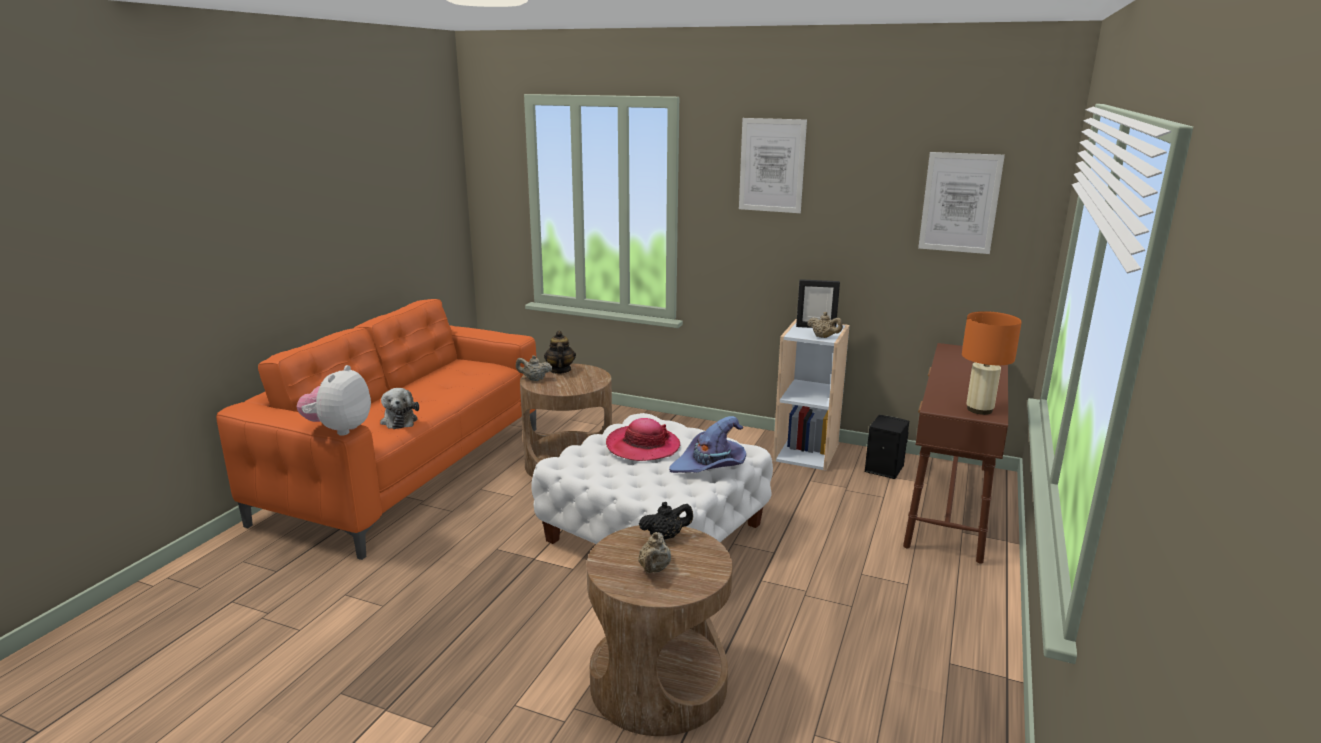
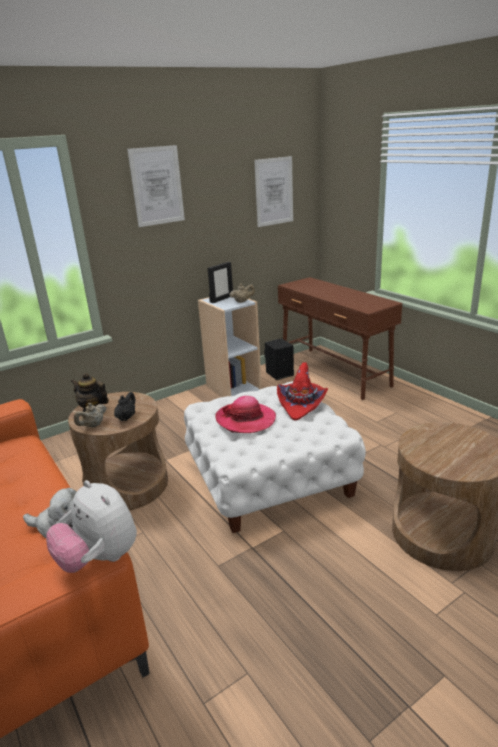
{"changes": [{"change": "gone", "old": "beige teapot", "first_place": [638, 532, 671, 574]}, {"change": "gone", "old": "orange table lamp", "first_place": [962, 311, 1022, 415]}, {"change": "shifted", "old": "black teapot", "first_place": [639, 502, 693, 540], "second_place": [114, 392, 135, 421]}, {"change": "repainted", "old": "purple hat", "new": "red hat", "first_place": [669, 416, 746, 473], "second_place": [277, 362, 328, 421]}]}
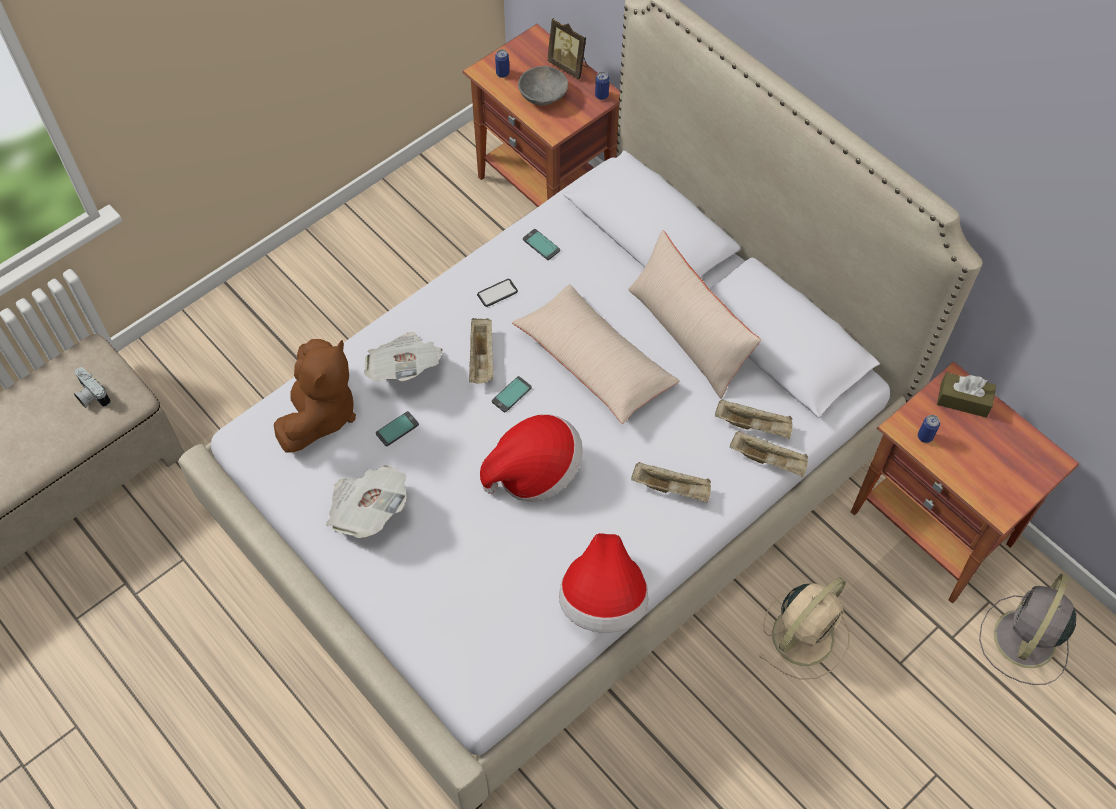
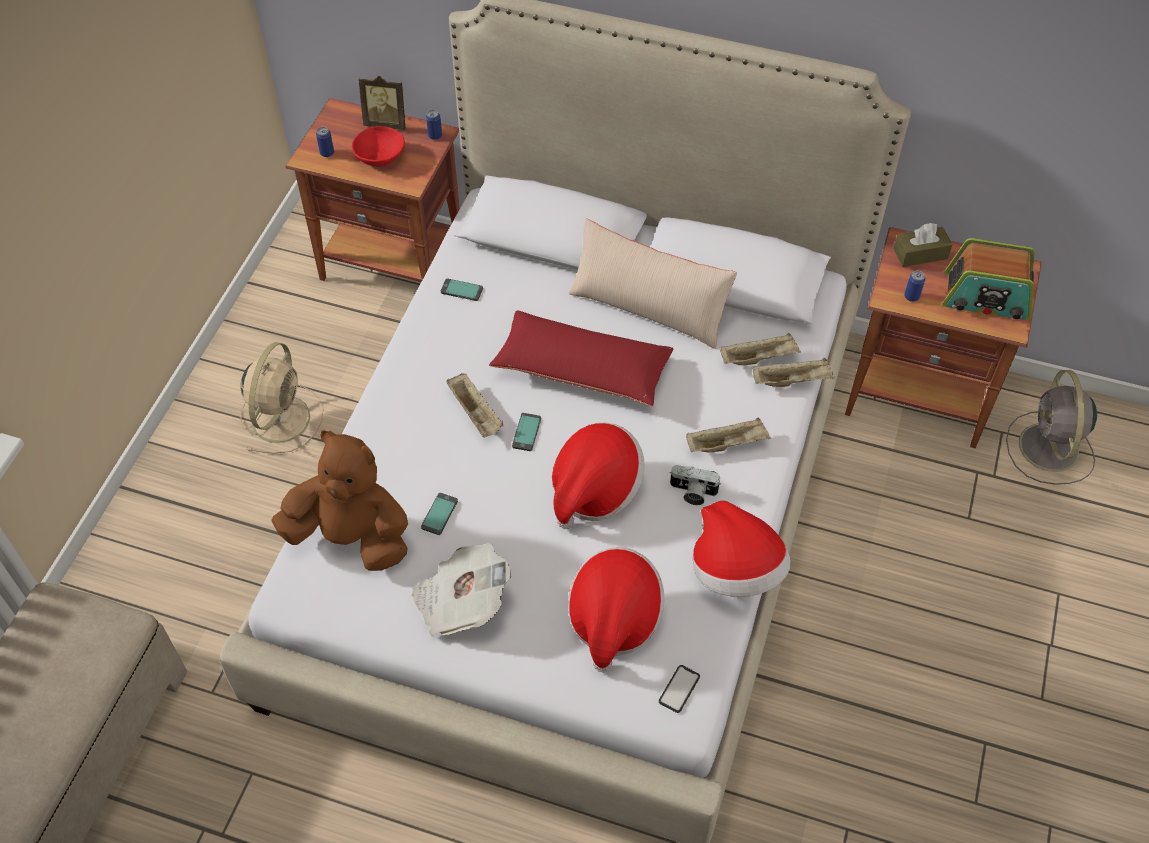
{"changes": [{"change": "gone", "old": "newspaper", "first_place": [364, 332, 443, 382]}, {"change": "new", "new": "hat", "second_place": [568, 547, 665, 672]}, {"change": "new", "new": "radio", "second_place": [942, 238, 1035, 320]}, {"change": "shifted", "old": "photo camera", "first_place": [74, 367, 111, 408], "second_place": [669, 465, 721, 505]}, {"change": "shifted", "old": "phone", "first_place": [477, 279, 518, 307], "second_place": [659, 665, 700, 713]}, {"change": "shifted", "old": "beige fan", "first_place": [759, 577, 850, 680], "second_place": [240, 342, 324, 454]}, {"change": "repainted", "old": "beige pillow", "new": "red pillow", "first_place": [512, 284, 680, 424], "second_place": [489, 310, 673, 406]}, {"change": "repainted", "old": "grey bowl", "new": "red bowl", "first_place": [518, 66, 568, 106], "second_place": [352, 126, 405, 166]}, {"change": "rotated", "old": "brown plush toy", "first_place": [274, 339, 356, 453], "second_place": [271, 430, 408, 571], "degrees": -60}]}
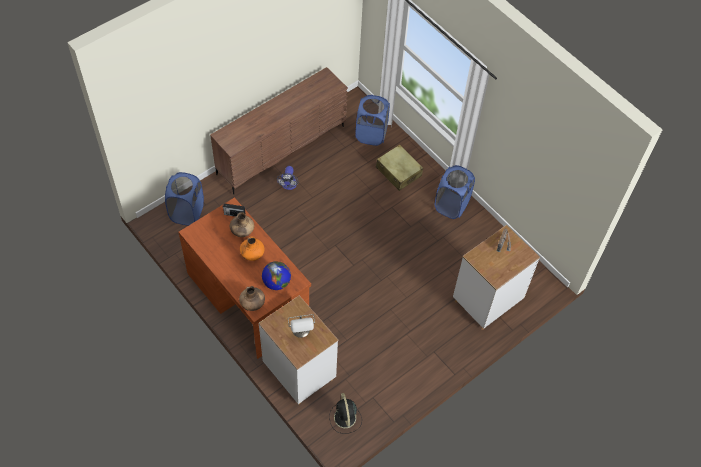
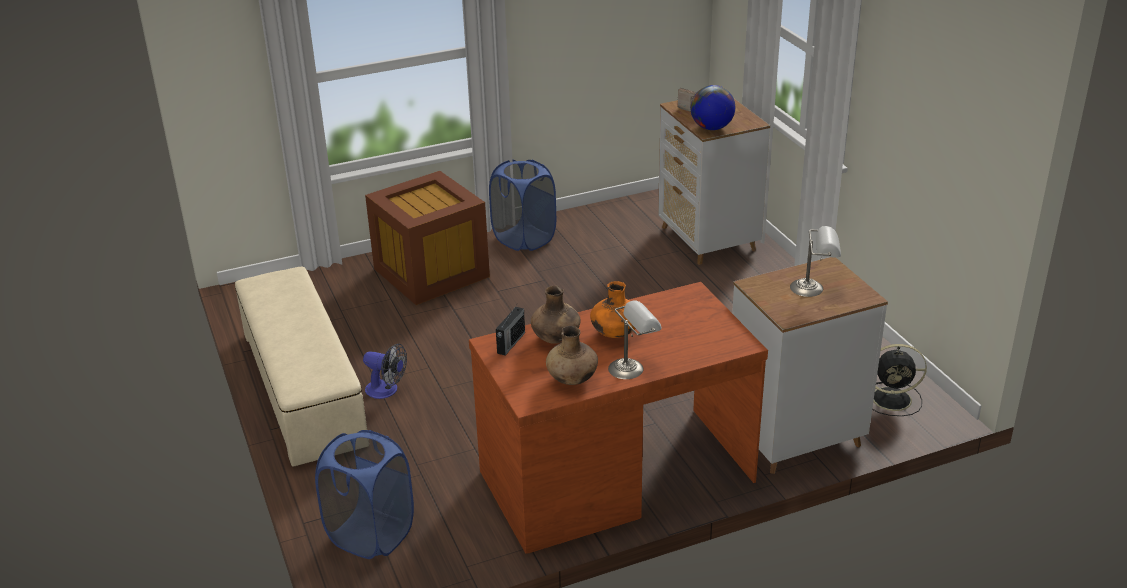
{"changes": [{"change": "gone", "old": "blue laundry basket", "first_place": [355, 95, 390, 146]}, {"change": "new", "new": "white table lamp", "second_place": [608, 301, 662, 379]}, {"change": "shifted", "old": "brown vase", "first_place": [239, 286, 265, 311], "second_place": [546, 326, 598, 385]}, {"change": "shifted", "old": "globe", "first_place": [262, 261, 291, 290], "second_place": [691, 85, 735, 130]}, {"change": "swapped", "old": "brown dresser", "new": "beige bench", "first_place": [210, 67, 348, 194], "second_place": [235, 267, 367, 467]}, {"change": "swapped", "old": "beige suitcase", "new": "brown storage box", "first_place": [376, 144, 423, 191], "second_place": [365, 171, 490, 305]}]}
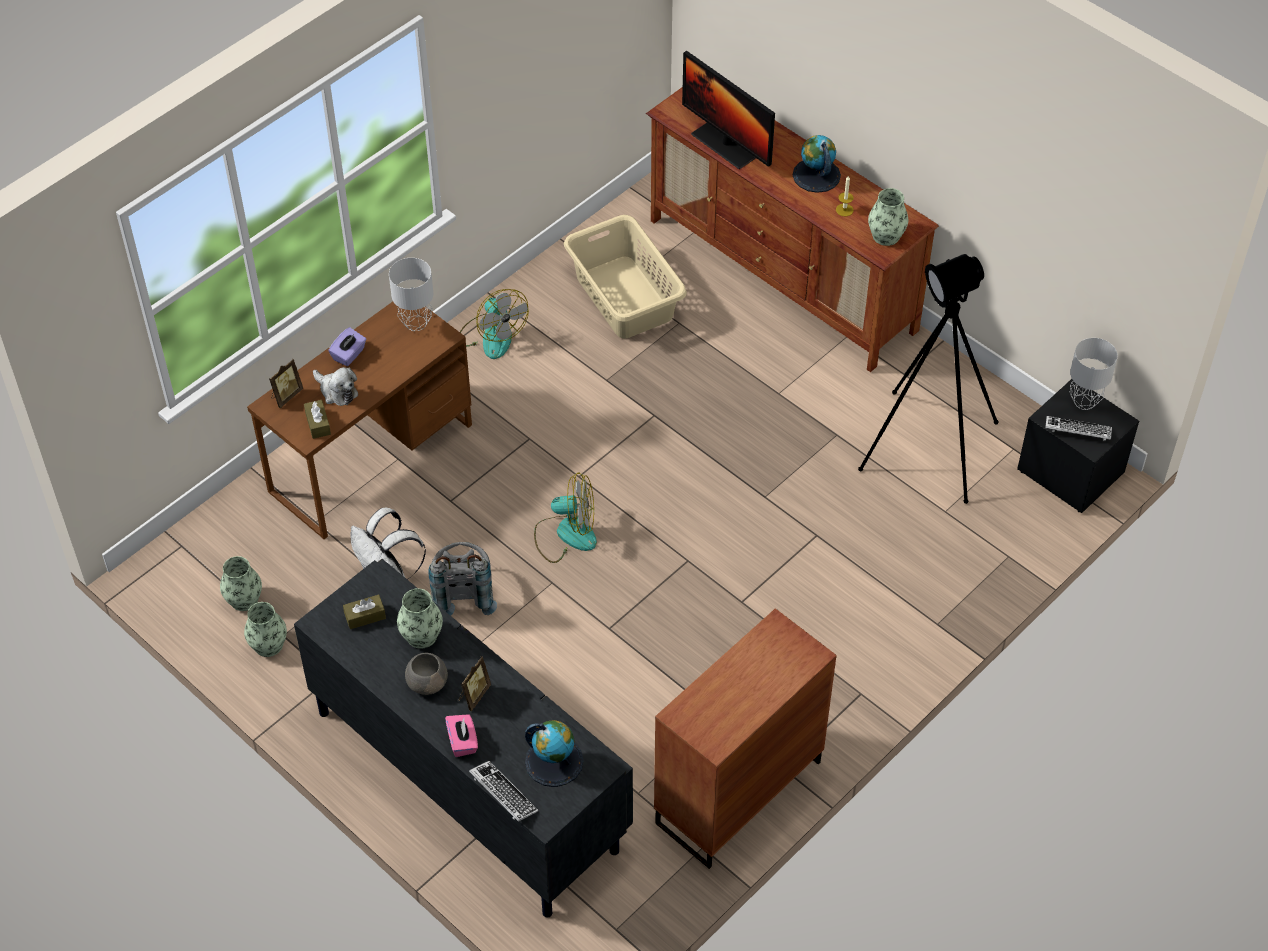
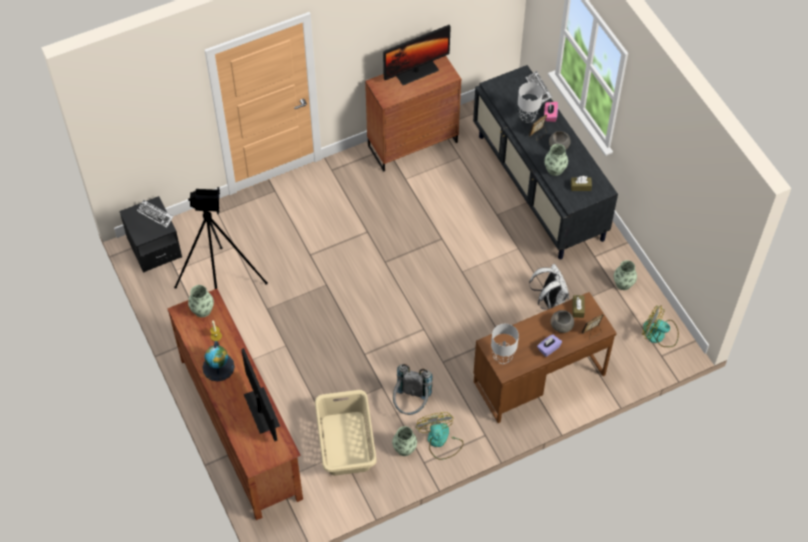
{"changes": [{"change": "gone", "old": "globe", "first_place": [525, 720, 584, 787]}, {"change": "new", "new": "monitor", "second_place": [383, 25, 451, 85]}, {"change": "shifted", "old": "vase", "first_place": [220, 556, 262, 611], "second_place": [392, 426, 417, 456]}, {"change": "shifted", "old": "grey backpack", "first_place": [428, 542, 497, 616], "second_place": [393, 364, 433, 415]}, {"change": "shifted", "old": "fan", "first_place": [534, 473, 597, 563], "second_place": [642, 305, 679, 347]}, {"change": "shifted", "old": "grey table lamp", "first_place": [1070, 338, 1118, 410], "second_place": [518, 82, 543, 123]}, {"change": "swapped", "old": "plush toy", "new": "grey bowl", "first_place": [313, 367, 358, 406], "second_place": [551, 310, 574, 333]}]}
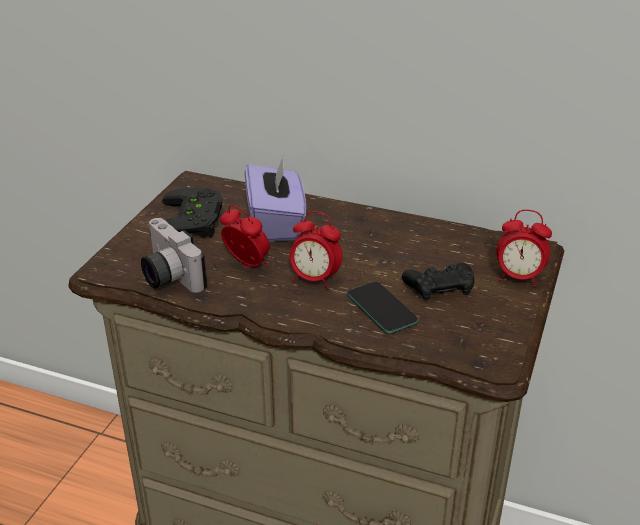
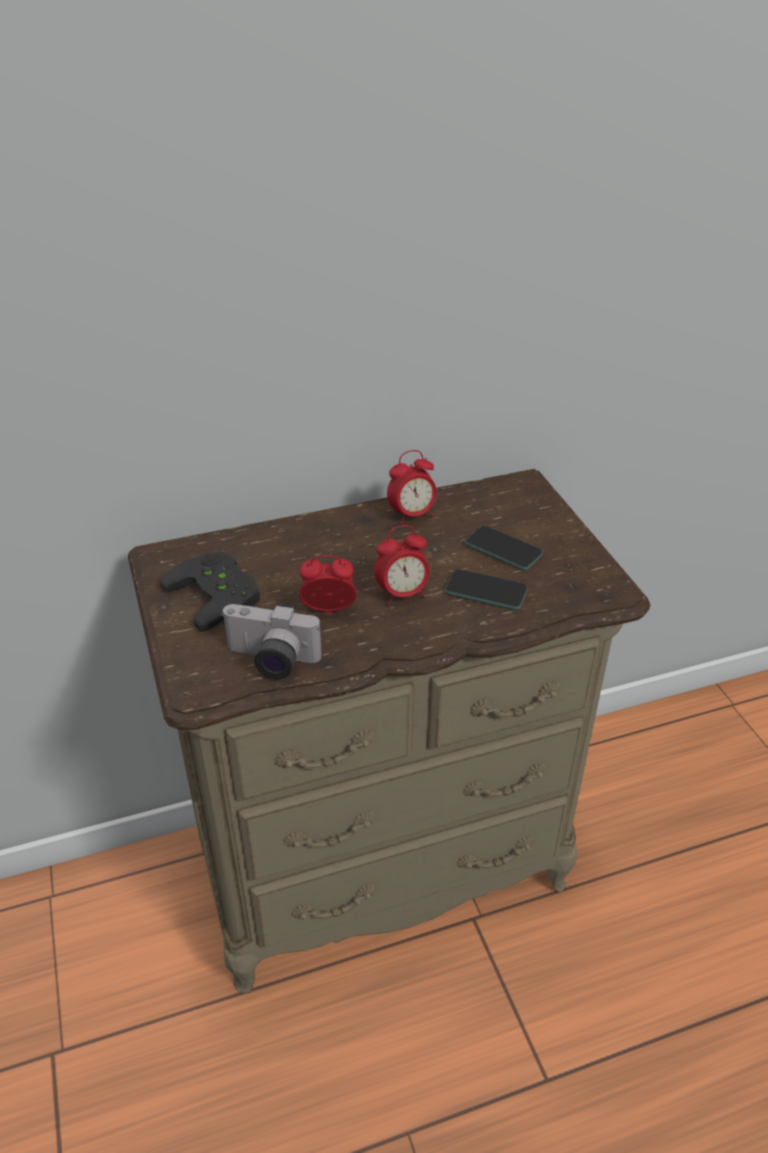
{"changes": [{"change": "gone", "old": "purple tissue box", "first_place": [244, 157, 306, 242]}, {"change": "shifted", "old": "alarm clock", "first_place": [496, 210, 552, 287], "second_place": [387, 450, 437, 524]}, {"change": "swapped", "old": "black game controller", "new": "phone", "first_place": [402, 263, 474, 301], "second_place": [464, 526, 543, 571]}]}
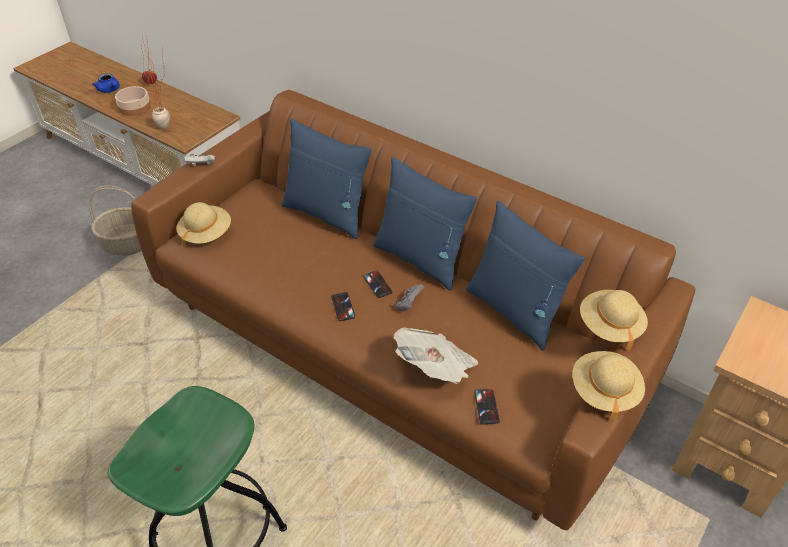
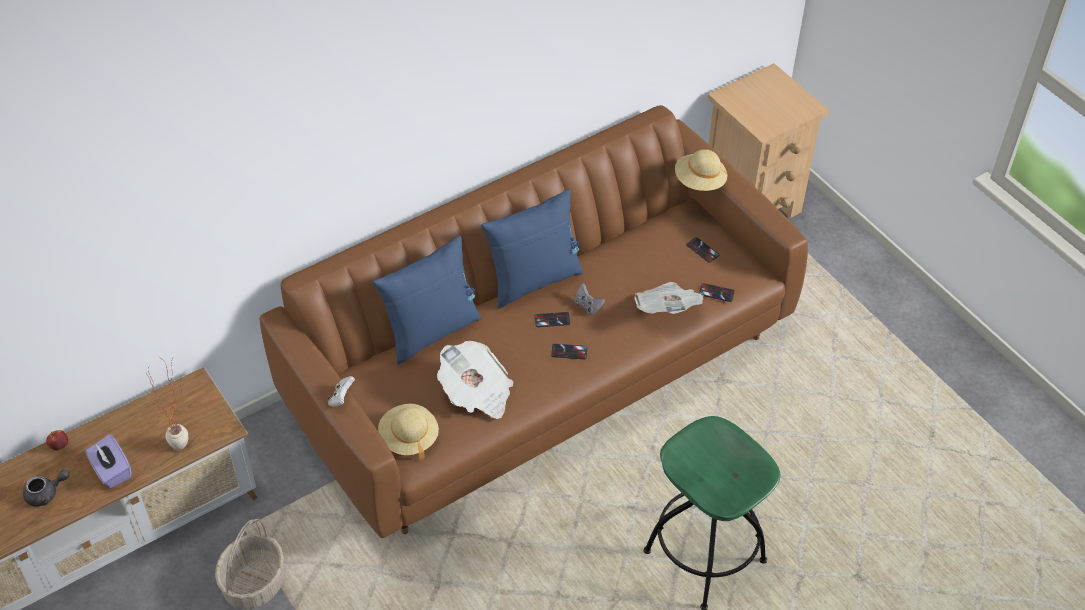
{"changes": [{"change": "gone", "old": "blue pillow", "first_place": [466, 201, 585, 350]}, {"change": "gone", "old": "beige hat", "first_place": [572, 351, 645, 422]}, {"change": "new", "new": "newspaper", "second_place": [437, 341, 514, 419]}, {"change": "new", "new": "phone", "second_place": [686, 237, 719, 263]}, {"change": "swapped", "old": "bowl", "new": "purple tissue box", "first_place": [115, 86, 151, 116], "second_place": [85, 434, 131, 488]}, {"change": "repainted", "old": "blue teapot", "new": "grey teapot", "first_place": [92, 73, 120, 93], "second_place": [23, 470, 69, 506]}]}
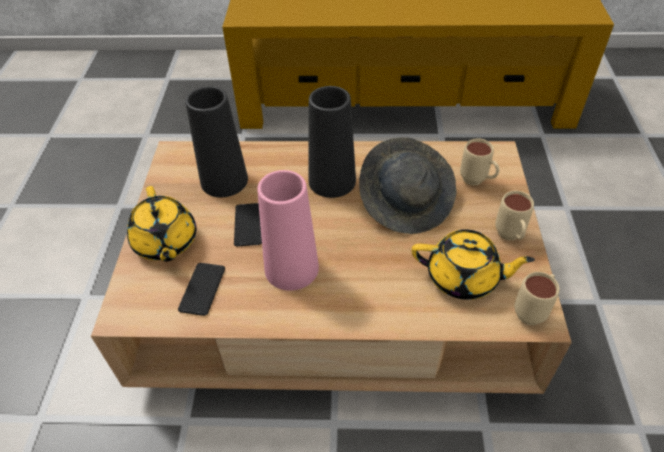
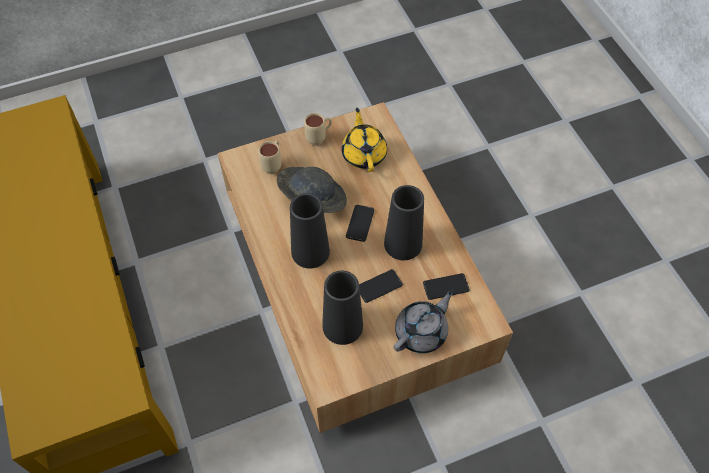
{"changes": [{"change": "gone", "old": "beige mug", "first_place": [514, 272, 559, 325]}, {"change": "new", "new": "phone", "second_place": [346, 205, 374, 242]}, {"change": "repainted", "old": "yellow teapot", "new": "grey teapot", "first_place": [127, 186, 196, 262], "second_place": [394, 290, 454, 353]}, {"change": "repainted", "old": "pink vase", "new": "black vase", "first_place": [257, 170, 319, 291], "second_place": [384, 185, 424, 260]}]}
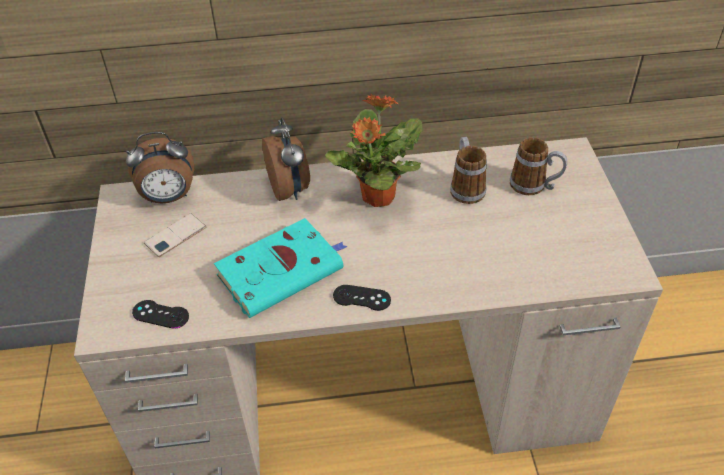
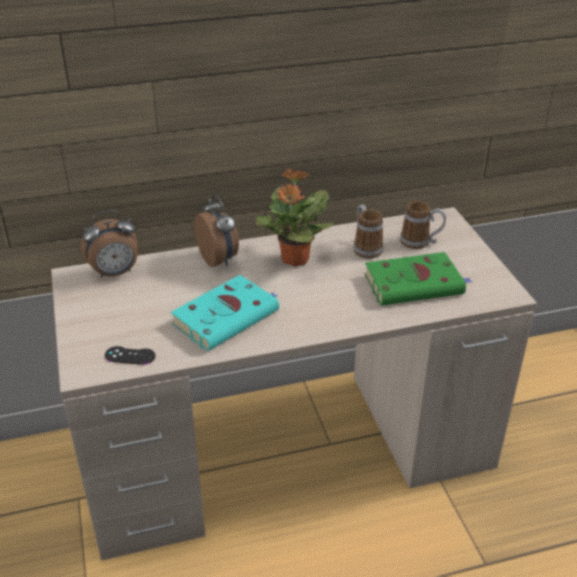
{"changes": [{"change": "gone", "old": "phone", "first_place": [144, 213, 206, 257]}, {"change": "gone", "old": "black game controller", "first_place": [333, 285, 391, 311]}, {"change": "new", "new": "green book", "second_place": [365, 252, 473, 306]}]}
